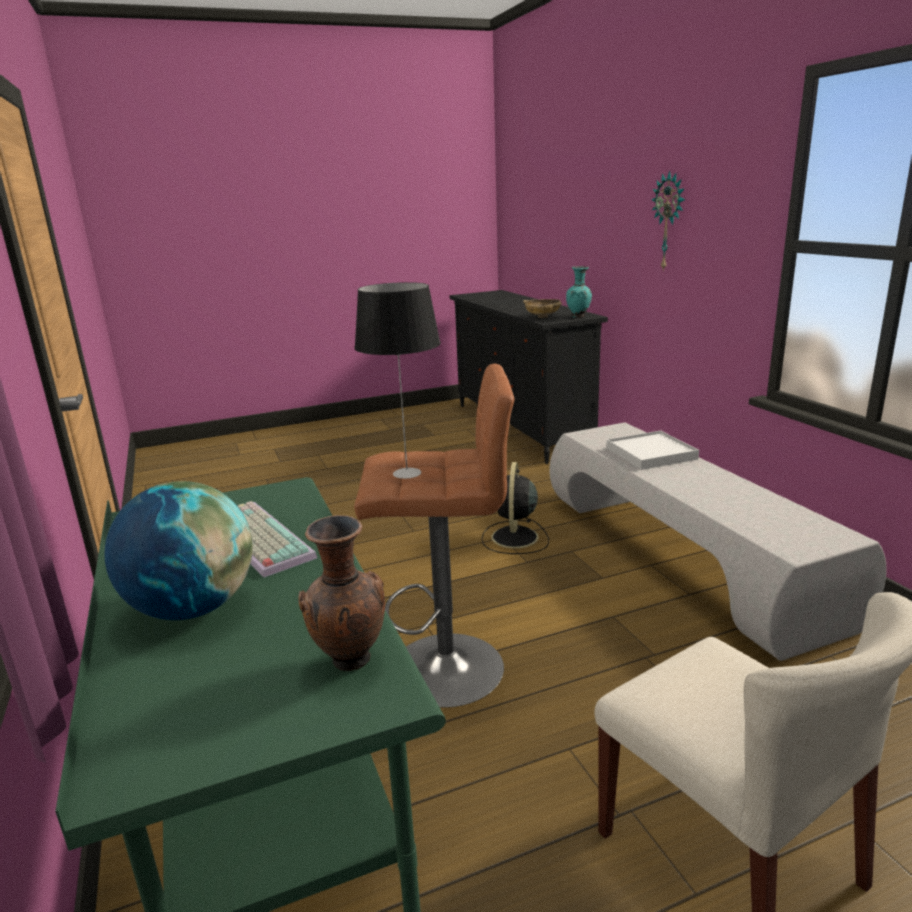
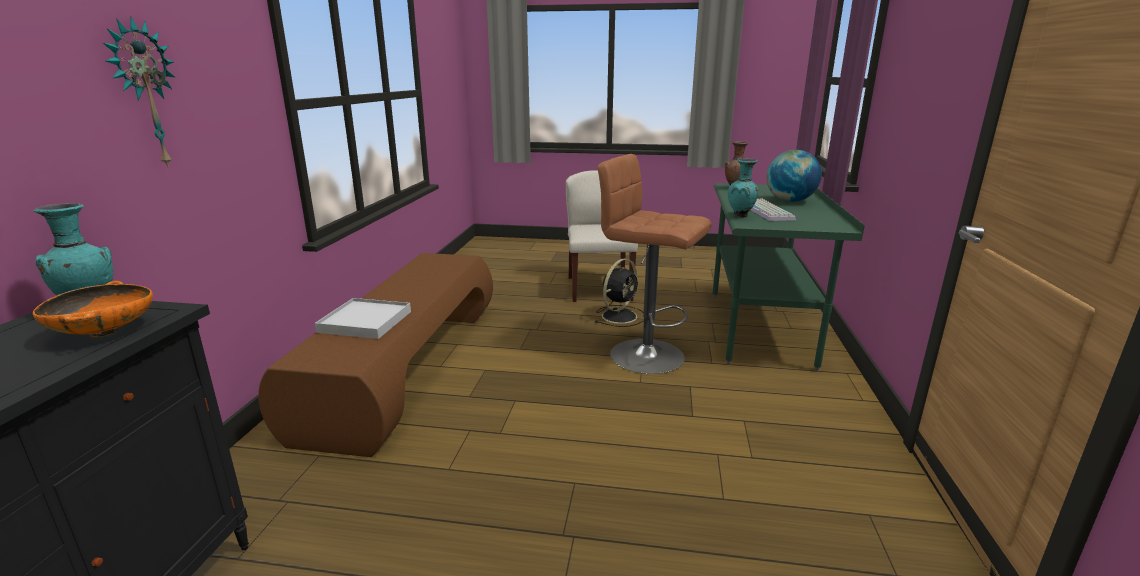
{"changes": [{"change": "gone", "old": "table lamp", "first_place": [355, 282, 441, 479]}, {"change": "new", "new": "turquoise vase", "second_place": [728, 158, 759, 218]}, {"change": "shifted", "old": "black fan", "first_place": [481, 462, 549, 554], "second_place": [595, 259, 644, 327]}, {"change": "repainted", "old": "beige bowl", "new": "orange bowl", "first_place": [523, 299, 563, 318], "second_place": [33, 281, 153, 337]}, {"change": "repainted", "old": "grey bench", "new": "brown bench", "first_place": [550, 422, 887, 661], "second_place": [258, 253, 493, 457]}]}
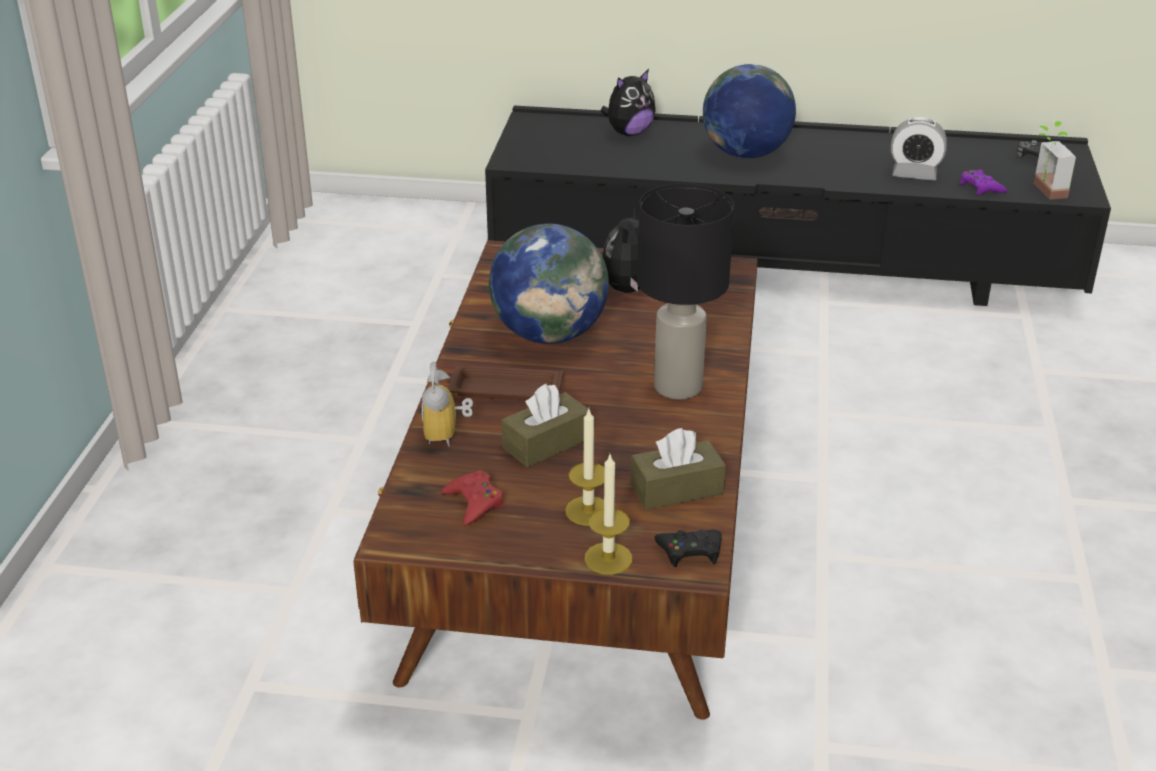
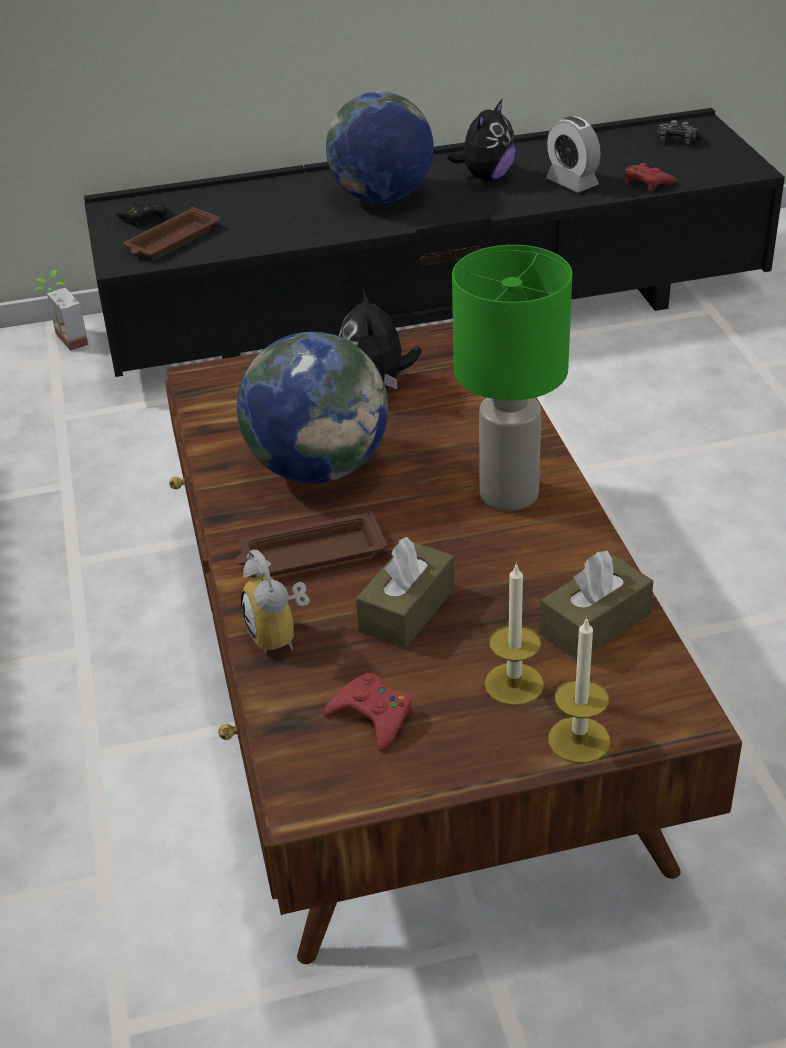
{"changes": [{"change": "new", "new": "brown tray", "second_place": [123, 207, 220, 258]}, {"change": "shifted", "old": "plush toy", "first_place": [600, 69, 655, 136], "second_place": [447, 98, 516, 181]}, {"change": "shifted", "old": "black game controller", "first_place": [654, 530, 722, 567], "second_place": [117, 199, 166, 227]}, {"change": "shifted", "old": "potted plant", "first_place": [1034, 121, 1076, 199], "second_place": [35, 270, 88, 351]}, {"change": "repainted", "old": "black table lamp", "new": "green table lamp", "first_place": [637, 183, 734, 400], "second_place": [452, 245, 572, 511]}, {"change": "repainted", "old": "purple game controller", "new": "red game controller", "first_place": [960, 170, 1007, 195], "second_place": [625, 163, 676, 191]}, {"change": "rotated", "old": "alarm clock", "first_place": [891, 117, 947, 181], "second_place": [546, 116, 600, 192], "degrees": 60}]}
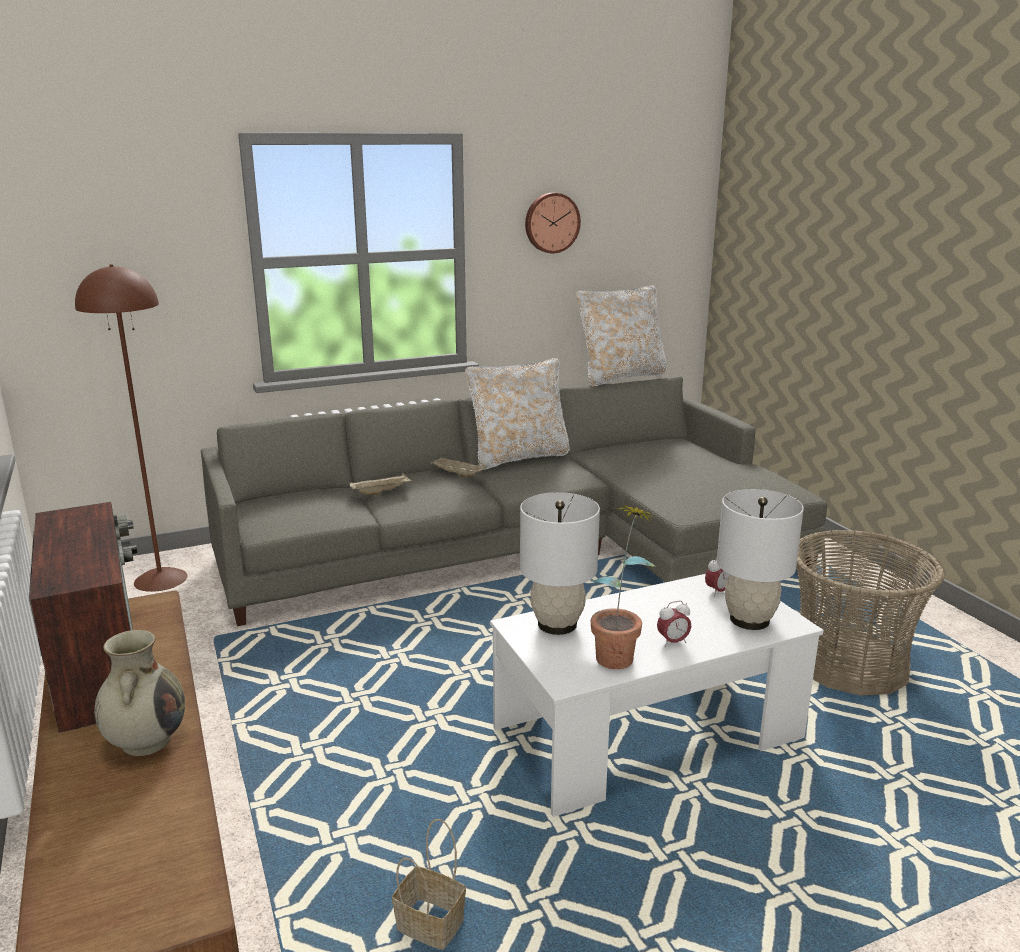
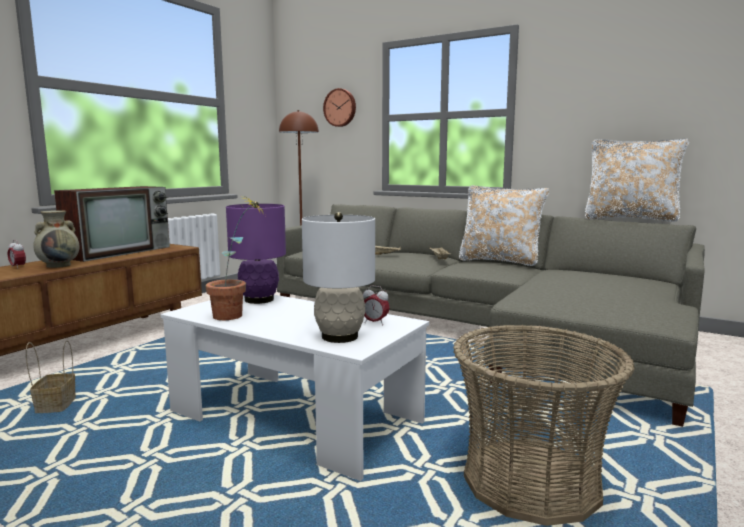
{"changes": [{"change": "shifted", "old": "wall clock", "first_place": [525, 193, 581, 253], "second_place": [323, 88, 356, 127]}, {"change": "shifted", "old": "alarm clock", "first_place": [657, 601, 691, 647], "second_place": [8, 240, 26, 269]}, {"change": "repainted", "old": "white table lamp", "new": "purple table lamp", "first_place": [520, 492, 600, 635], "second_place": [226, 201, 286, 304]}]}
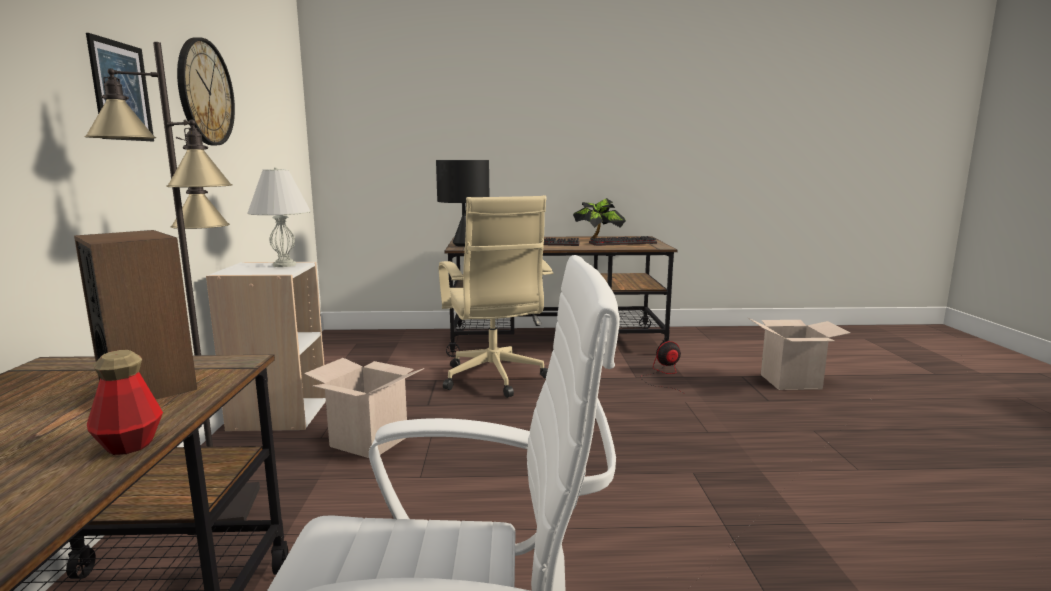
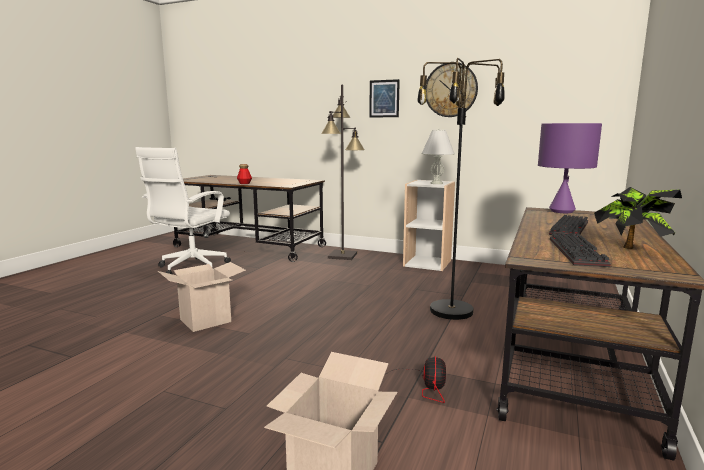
{"changes": [{"change": "gone", "old": "speaker", "first_place": [74, 230, 197, 399]}, {"change": "shifted", "old": "cardboard box", "first_place": [304, 358, 424, 458], "second_place": [158, 262, 246, 332]}, {"change": "swapped", "old": "beige office chair", "new": "floor lamp", "first_place": [439, 195, 553, 398], "second_place": [417, 58, 505, 320]}, {"change": "repainted", "old": "black table lamp", "new": "purple table lamp", "first_place": [436, 160, 489, 247], "second_place": [538, 123, 602, 213]}]}
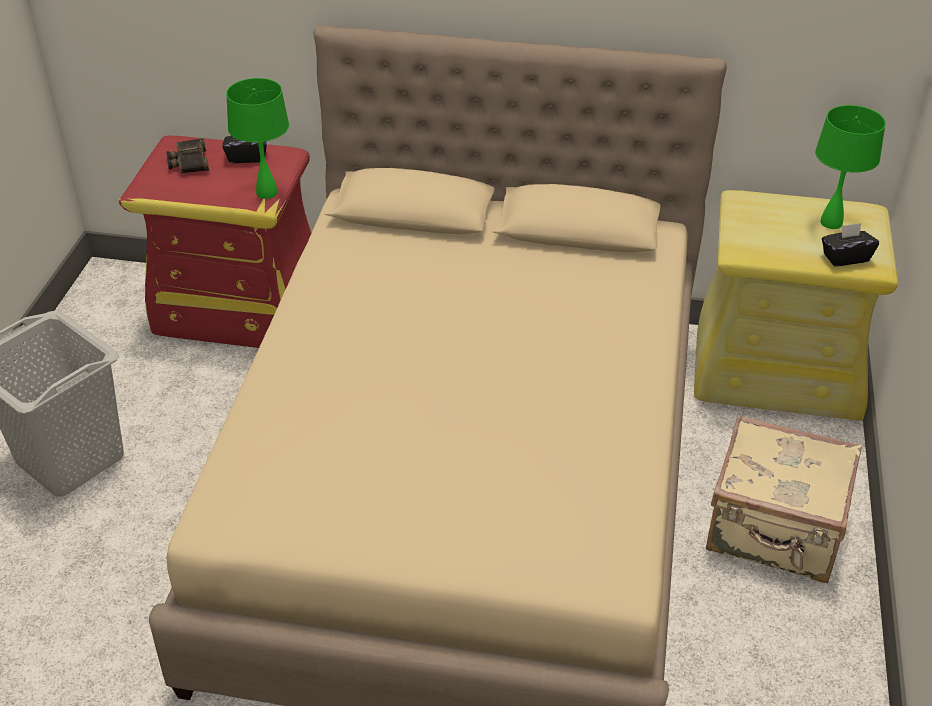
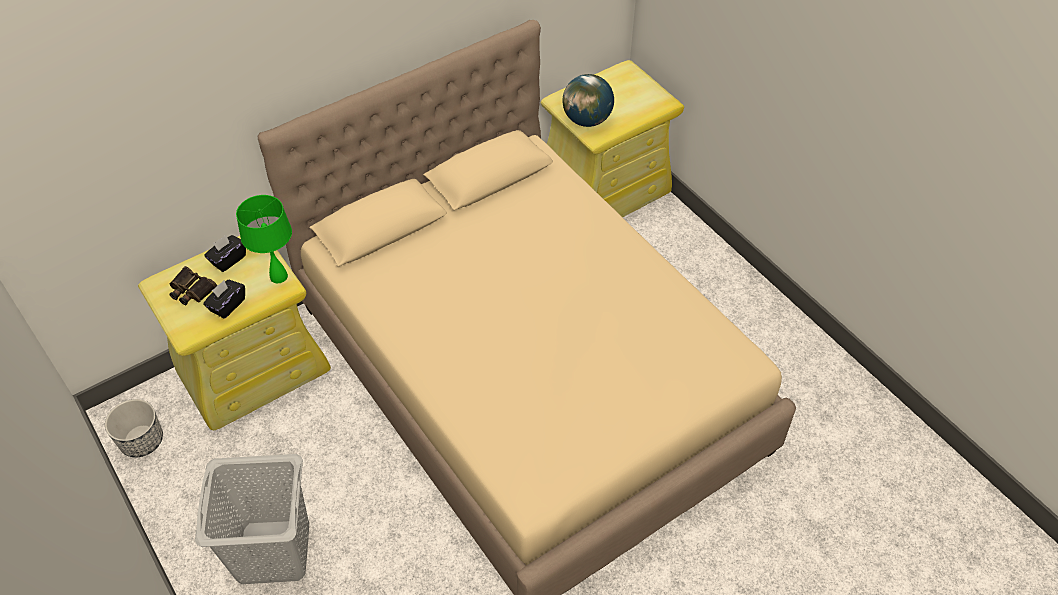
{"changes": [{"change": "gone", "old": "beige suitcase", "first_place": [706, 415, 862, 583]}, {"change": "gone", "old": "green table lamp", "first_place": [815, 105, 886, 229]}, {"change": "new", "new": "planter", "second_place": [105, 399, 163, 457]}, {"change": "new", "new": "globe", "second_place": [562, 74, 614, 127]}, {"change": "shifted", "old": "black tissue box", "first_place": [822, 223, 879, 267], "second_place": [203, 280, 245, 319]}, {"change": "repainted", "old": "red nightstand", "new": "yellow nightstand", "first_place": [119, 136, 311, 348], "second_place": [138, 236, 331, 430]}]}
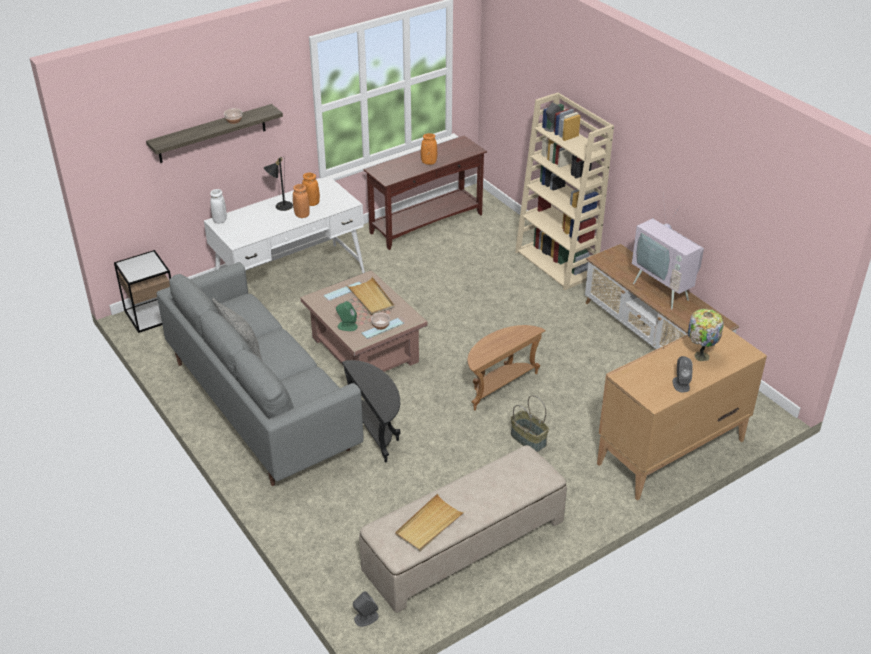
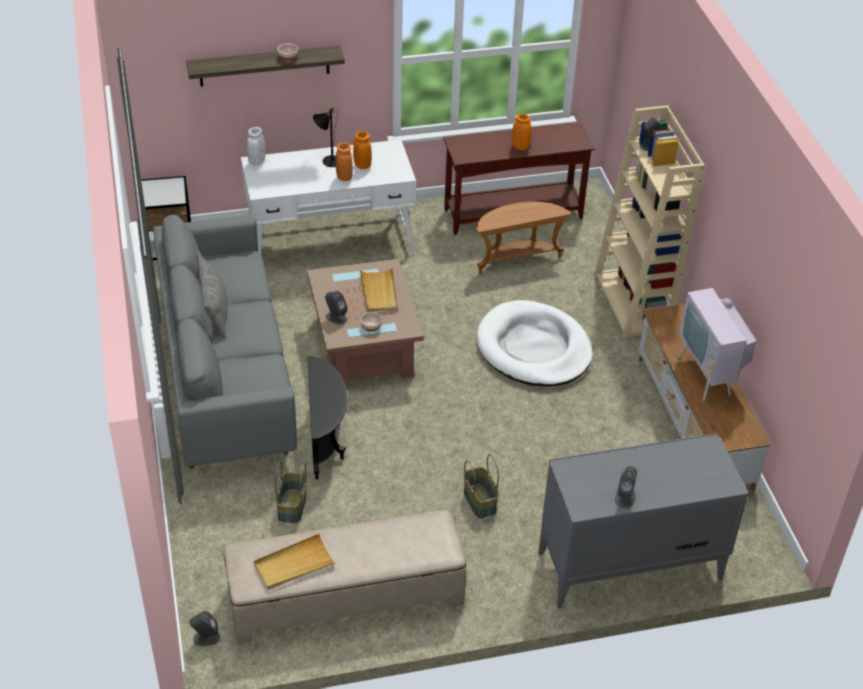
{"changes": [{"change": "gone", "old": "table lamp", "first_place": [688, 309, 724, 361]}, {"change": "new", "new": "basket", "second_place": [275, 461, 307, 524]}, {"change": "new", "new": "white dog bed", "second_place": [477, 300, 593, 386]}, {"change": "shifted", "old": "brown side table", "first_place": [467, 325, 546, 411], "second_place": [476, 202, 571, 274]}, {"change": "repainted", "old": "green speaker", "new": "grey speaker", "first_place": [336, 301, 357, 331], "second_place": [325, 291, 348, 325]}, {"change": "repainted", "old": "brown cabinet", "new": "grey cabinet", "first_place": [597, 326, 767, 501], "second_place": [538, 433, 749, 608]}]}
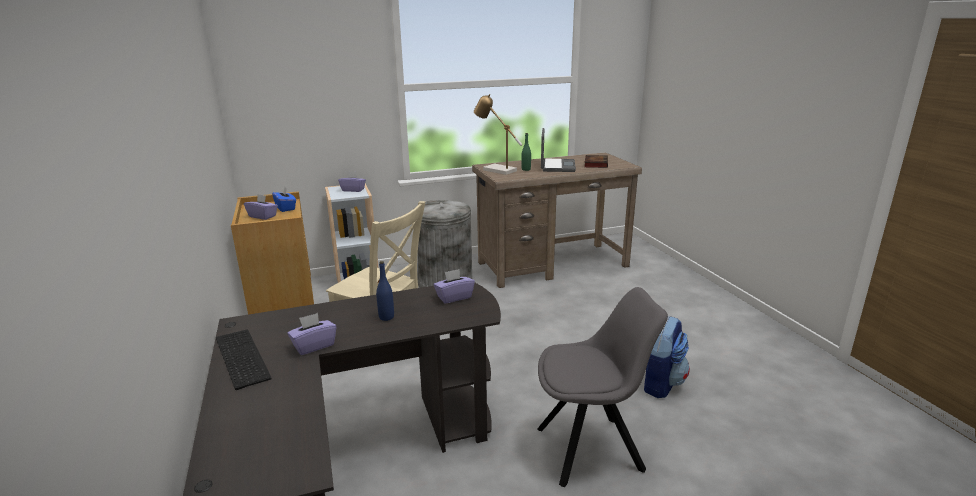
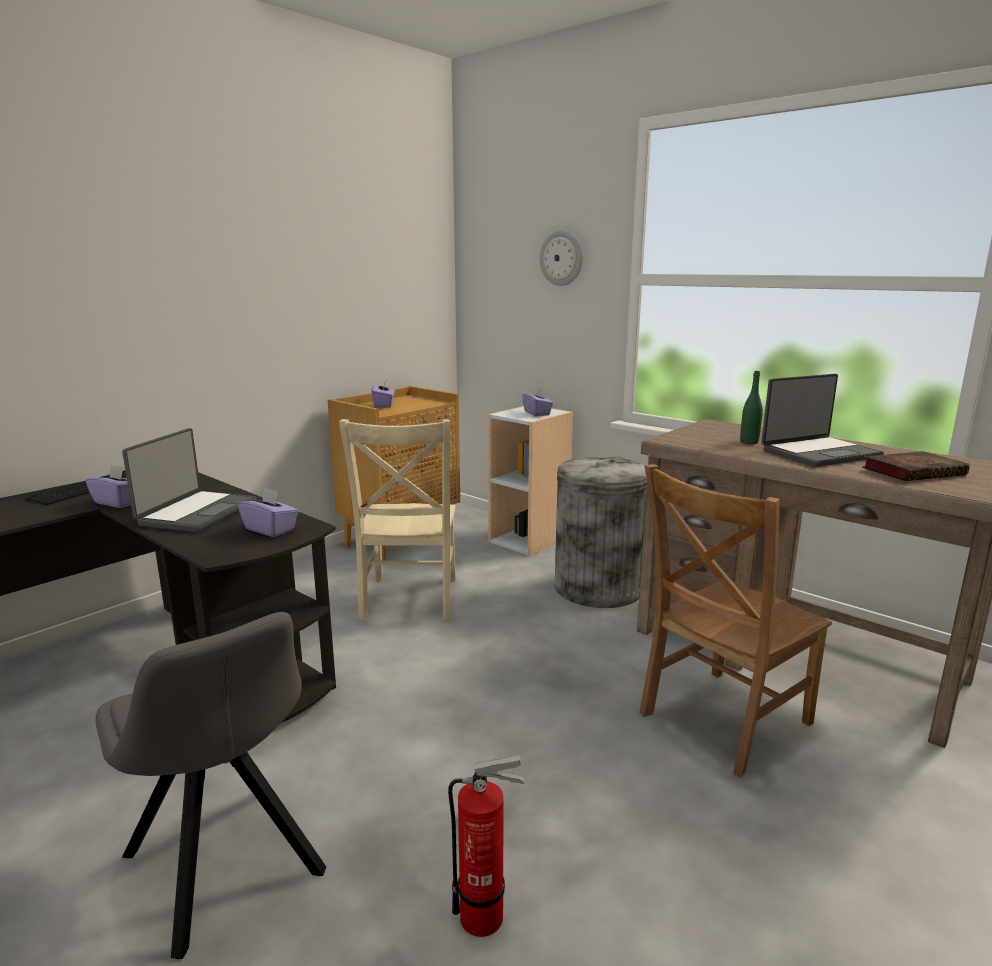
{"changes": [{"change": "gone", "old": "blue tissue box", "first_place": [272, 187, 296, 212]}, {"change": "gone", "old": "table lamp", "first_place": [474, 94, 523, 175]}, {"change": "new", "new": "wall clock", "second_place": [540, 230, 583, 286]}, {"change": "new", "new": "brown chair", "second_place": [639, 464, 832, 778]}, {"change": "swapped", "old": "blue bottle", "new": "laptop", "first_place": [376, 261, 394, 321], "second_place": [122, 428, 256, 532]}, {"change": "swapped", "old": "backpack", "new": "fire extinguisher", "first_place": [644, 316, 690, 398], "second_place": [448, 755, 526, 937]}]}
